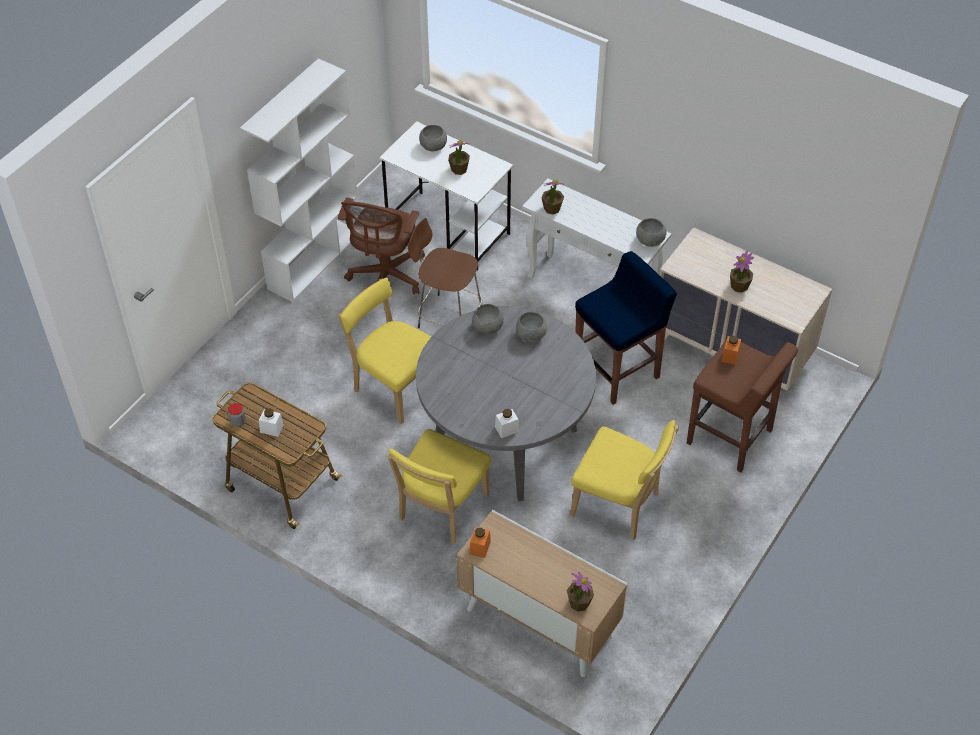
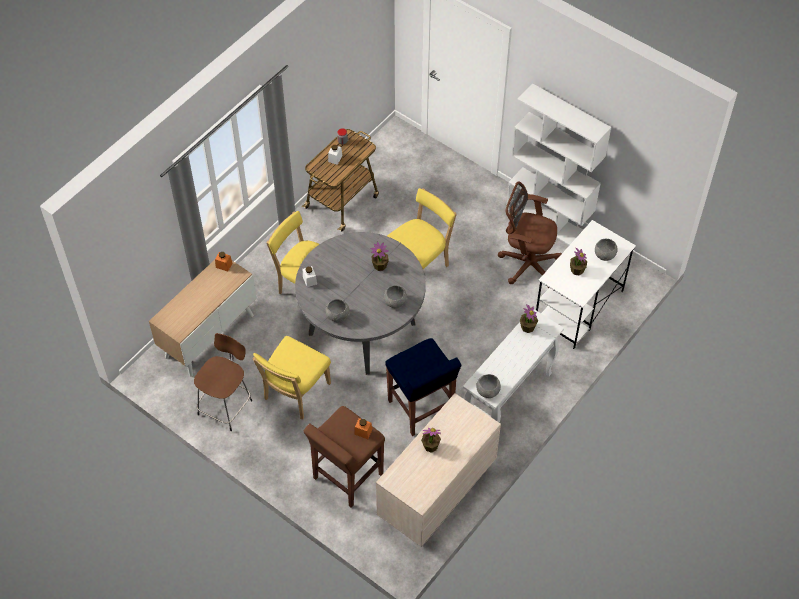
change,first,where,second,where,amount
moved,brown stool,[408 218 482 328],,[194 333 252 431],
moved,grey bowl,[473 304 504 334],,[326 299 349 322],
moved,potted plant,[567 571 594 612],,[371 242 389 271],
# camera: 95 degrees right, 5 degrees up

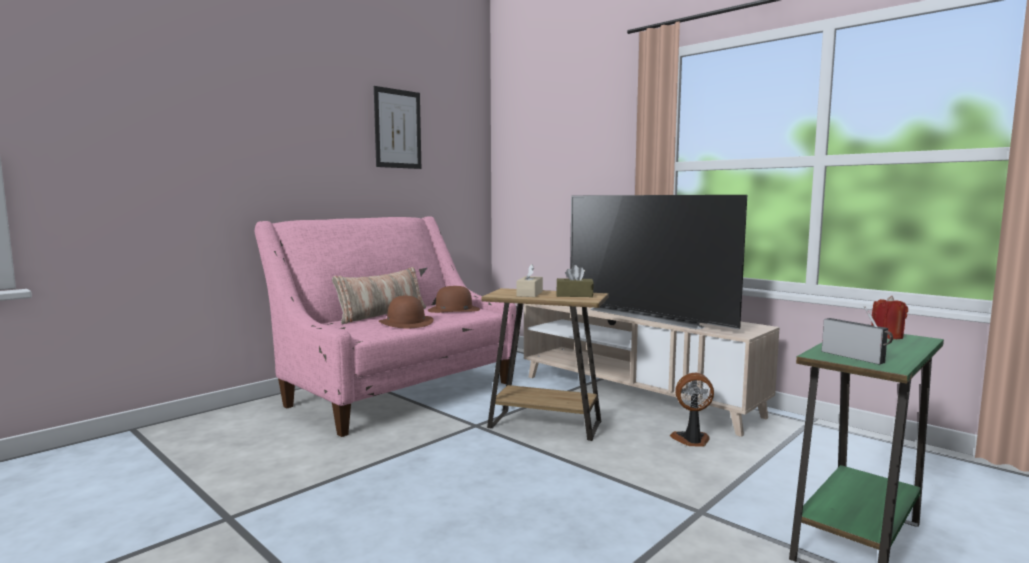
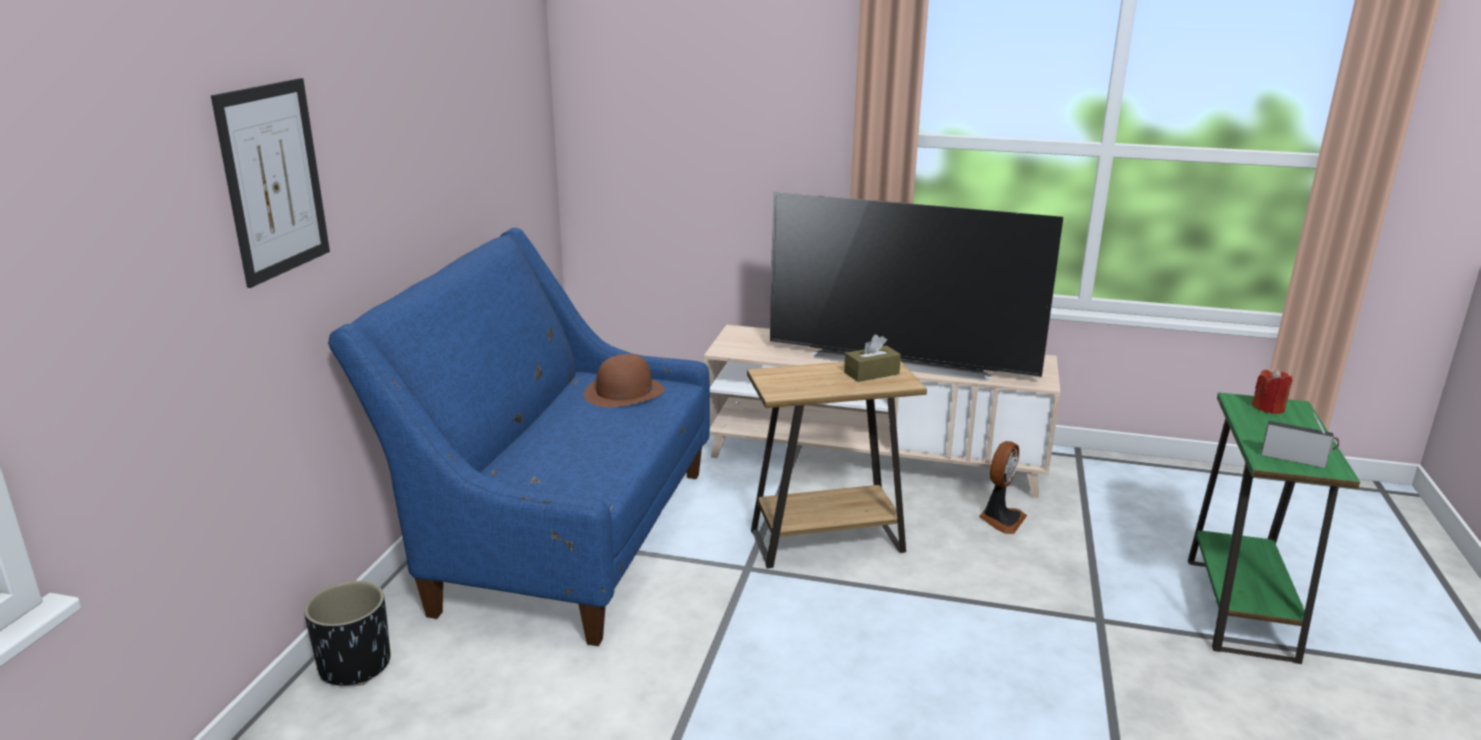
change,first,where,second,where,amount
moved,picture,[374 86 421 169],,[211 78 330 288],
added,,,black planter,[304 581 390 686],
recoloured,pink sofa,[255 216 516 437],blue sofa,[328 228 710 646],
turned,fan,[670 373 714 447],,[979 441 1027 534],150 degrees clockwise
removed,pillow,[332 267 426 324],,,
removed,brown hat,[379 296 434 328],,,
removed,beige tissue box,[516 264 543 297],,,
# camera: 30 degrees left, 15 degrees up

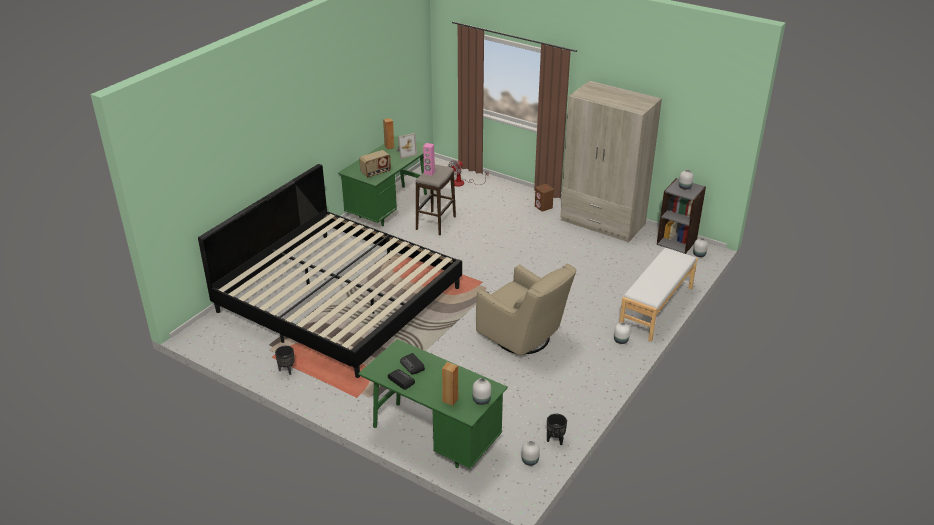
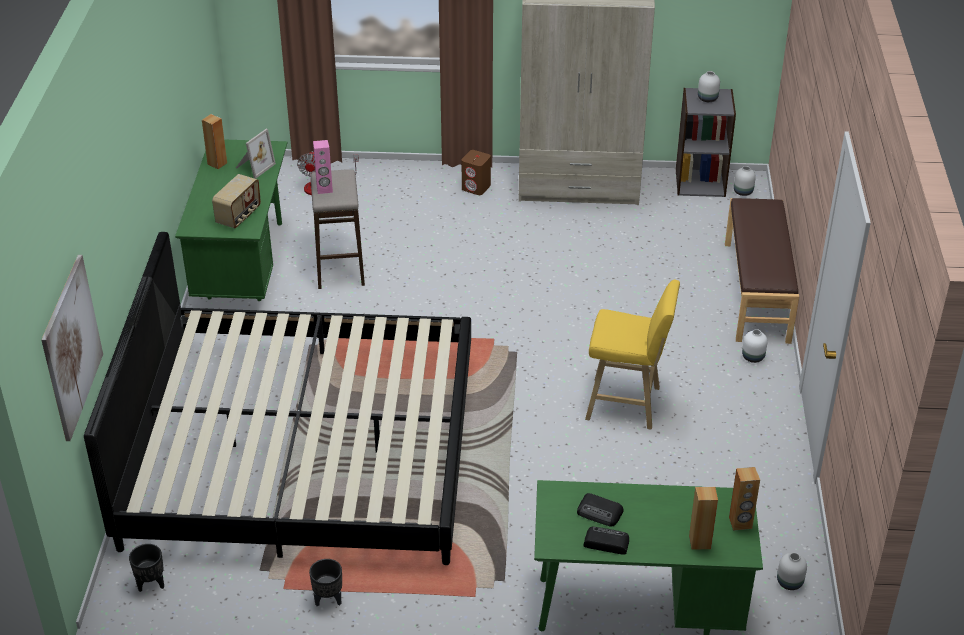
change,first,where,second,where,amount
added,,,picture,[41 255 103 441],
moved,black planter,[547 414 567 445],,[129 544 164 592],
replaced,beige armchair,[476 263 576 355],yellow stool,[585 280 680 430],
recoloured,white bench,[619 248 698 342],brown bench,[725 198 799 344],
replaced,white vase,[472 378 491 405],brown speaker,[729 467 760 531],
# camera: 30 degrees left, 5 degrees up

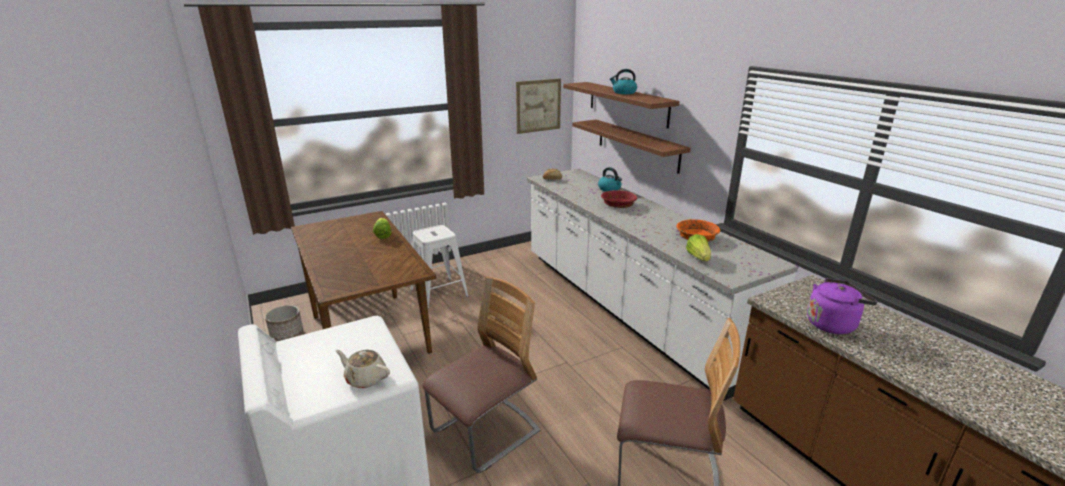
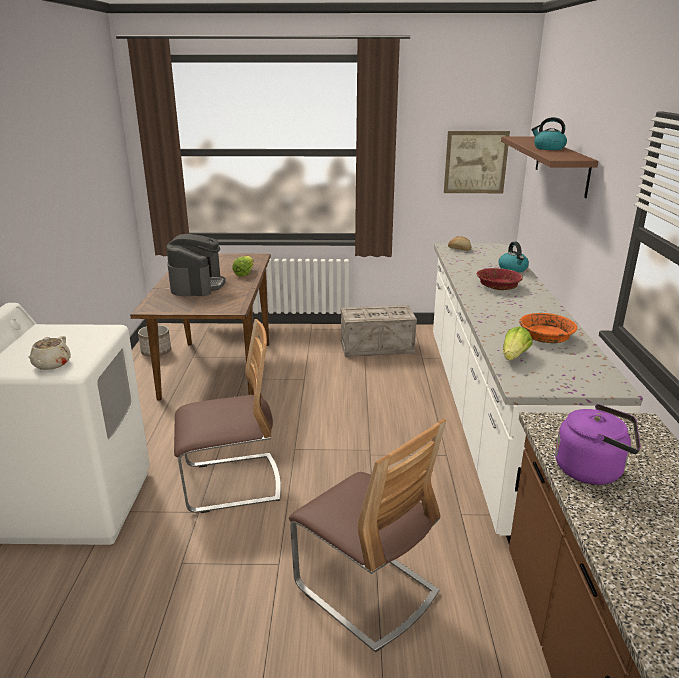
change,first,where,second,where,amount
turned,beige teapot,[336 350 390 388],,[28 336 71 370],135 degrees counterclockwise
added,,,coffee machine,[167 234 225 296],
added,,,crate,[341 305 417 357],
removed,white stool,[411 225 468 309],,,
removed,brown shelf,[572 120 691 174],,,
# camera: 30 degrees right, 0 degrees up

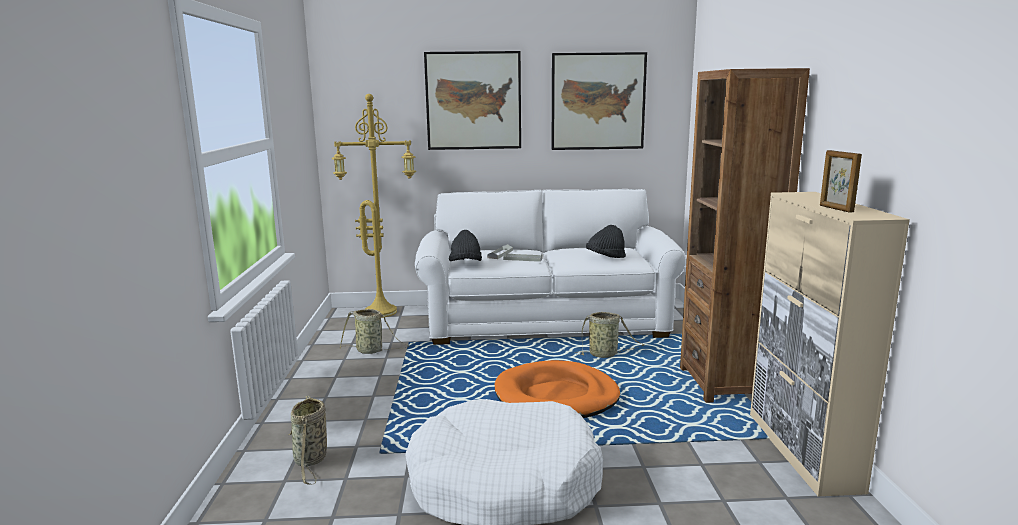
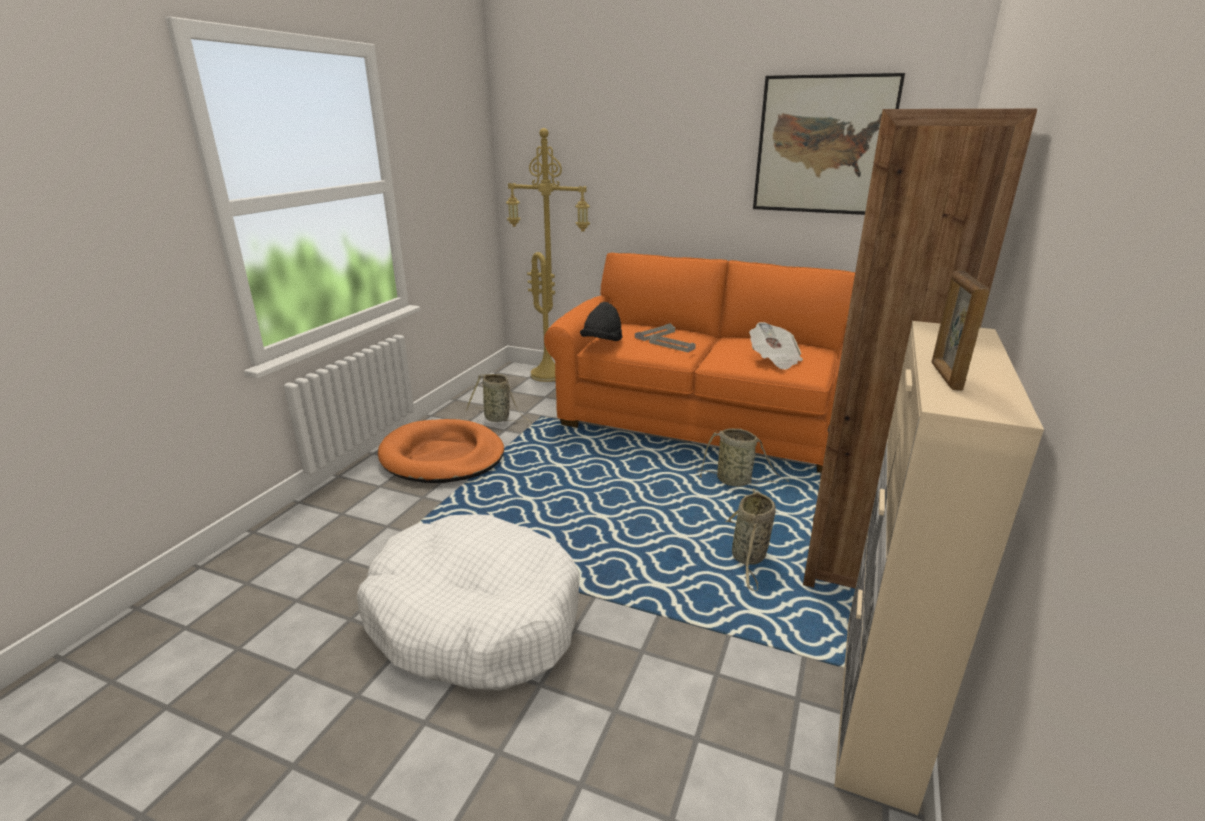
change,first,where,second,where,amount
moved,orange dog bed,[495 360 620 418],,[378 419 504 483],
recoloured,white sofa,[415 189 687 345],orange sofa,[544 253 855 473],
moved,basket,[289 396 327 485],,[725 489 776 591],
replaced,black hat,[586 225 626 258],newspaper,[749 322 803 370],
removed,picture,[424 51 521 150],,,
# camera: 25 degrees right, 10 degrees up

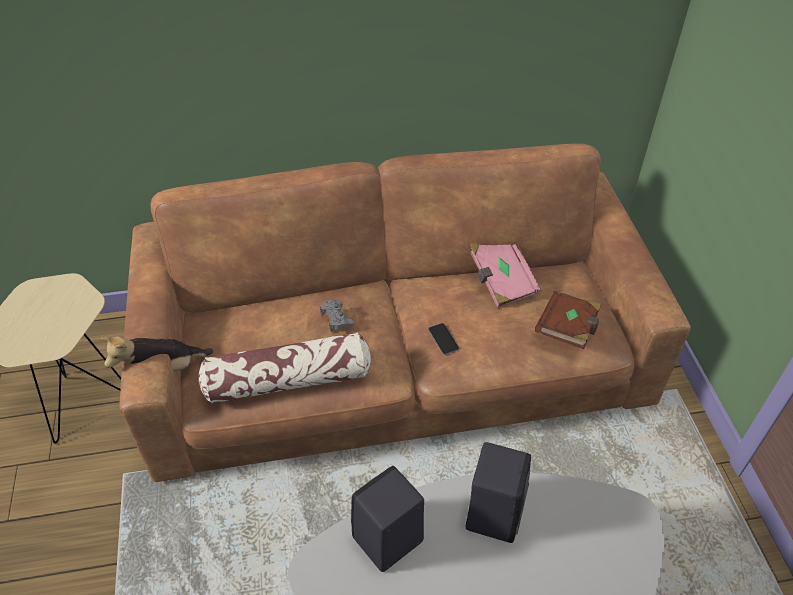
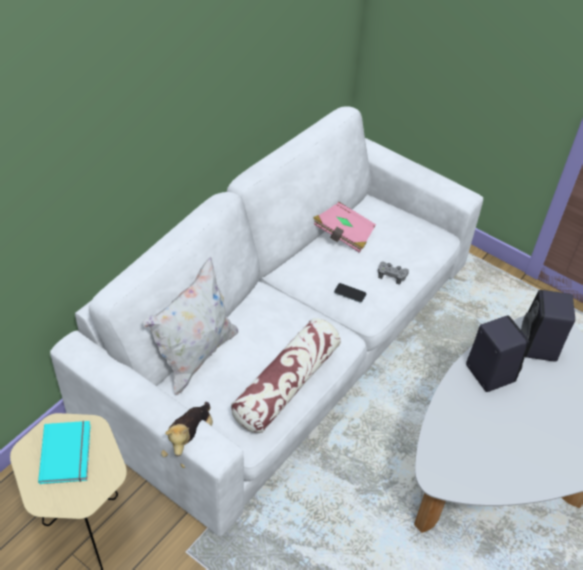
change,first,where,second,where,amount
added,,,turquoise book,[38 421 91 484],
recoloured,brown sofa,[120 144 691 482],white sofa,[50 106 483 536],
added,,,white pillow,[143 256 238 395],
moved,grey game controller,[320 299 354 331],,[378 262 409 285],
moved,black speaker,[351 466 424 572],,[521 290 575 362],
removed,brown book,[535 291 601 349],,,
# camera: 45 degrees left, 0 degrees up

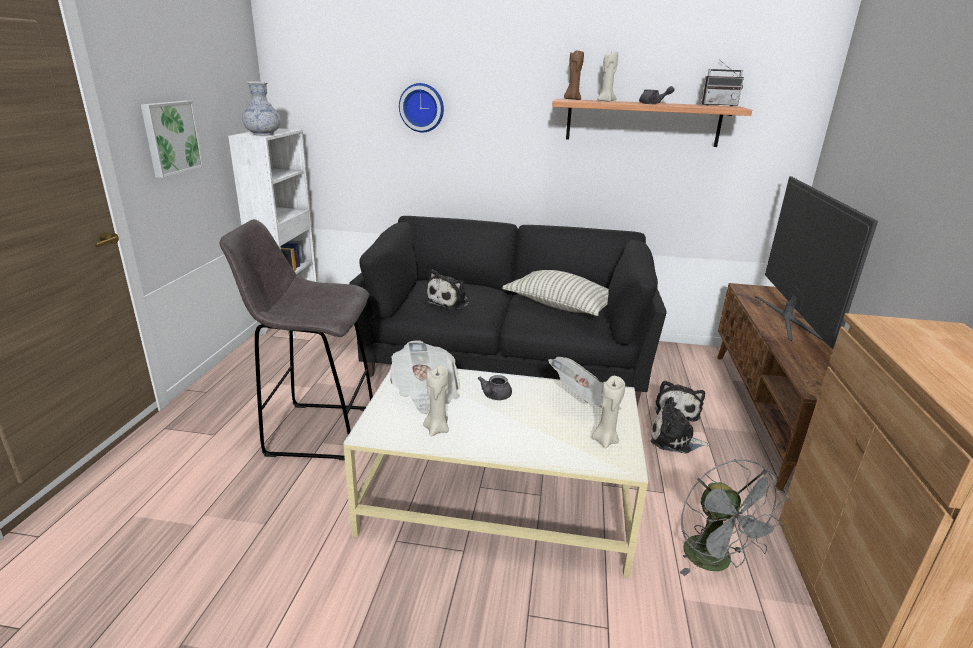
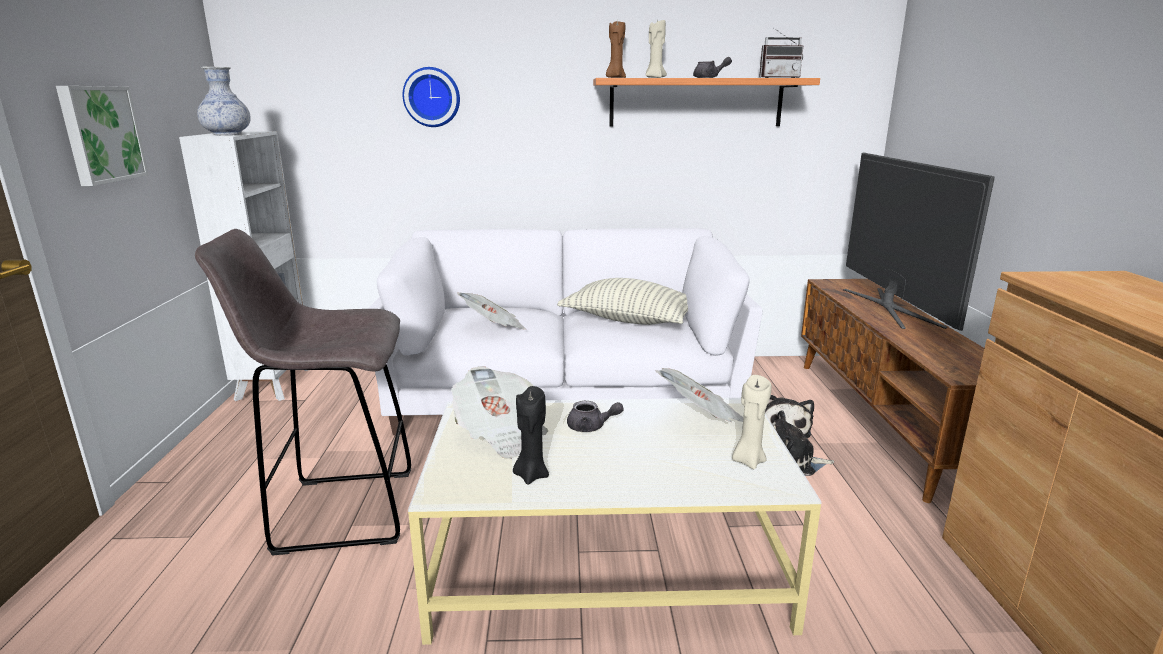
change,first,where,second,where,amount
recoloured,black sofa,[349 216 667 406],white sofa,[368 228 763 435],
replaced,plush toy,[425 270 470 310],newspaper,[457 292 526 330],
recoloured,beige candle,[423 365 449 436],black candle,[513 386 549 485],
turned,grey teapot,[478 375 512 400],,[567 401 624 432],90 degrees counterclockwise
removed,grey fan,[679 459 789 576],,,
# camera: 10 degrees left, 5 degrees down

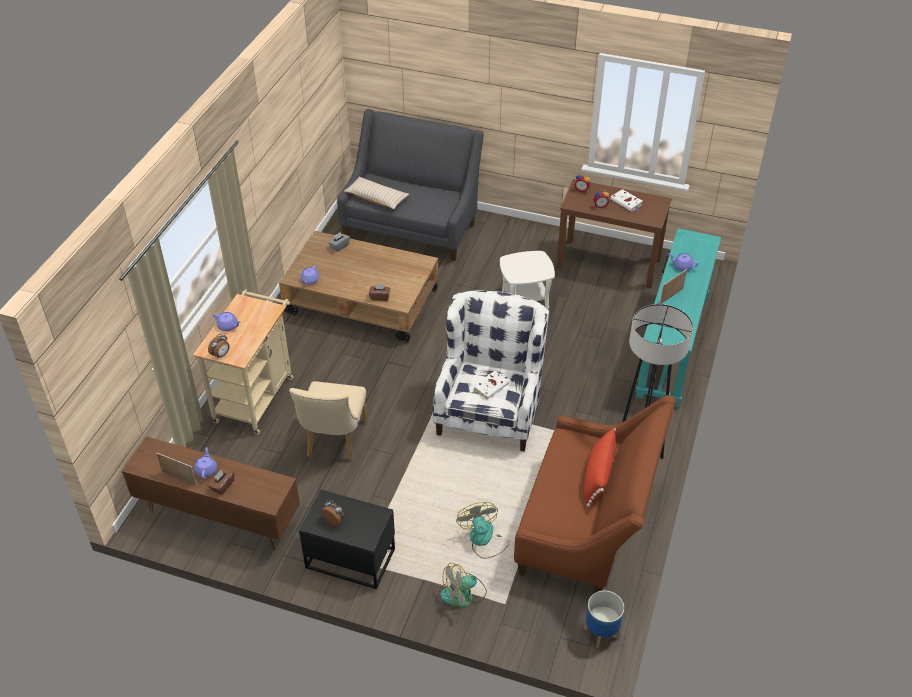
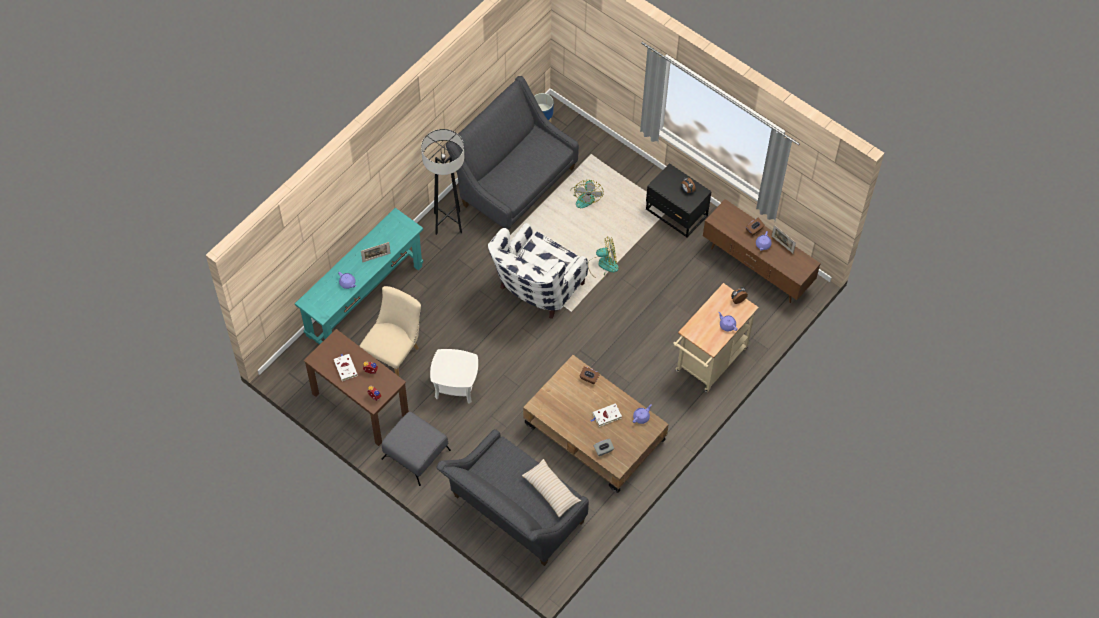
change,first,where,second,where,amount
moved,beige chair,[289 381 367 461],,[360 286 421 376],
added,,,grey ottoman,[382 412 451 486],
recoloured,brown sofa,[514 395 676 593],grey sofa,[446 76 579 230],
moved,fan,[440 563 487 608],,[588 236 619 280],
moved,white book,[473 371 509 399],,[591 404 622 427],
removed,red pillow,[584 428 616 507],,,
# camera: 160 degrees left, 15 degrees up

